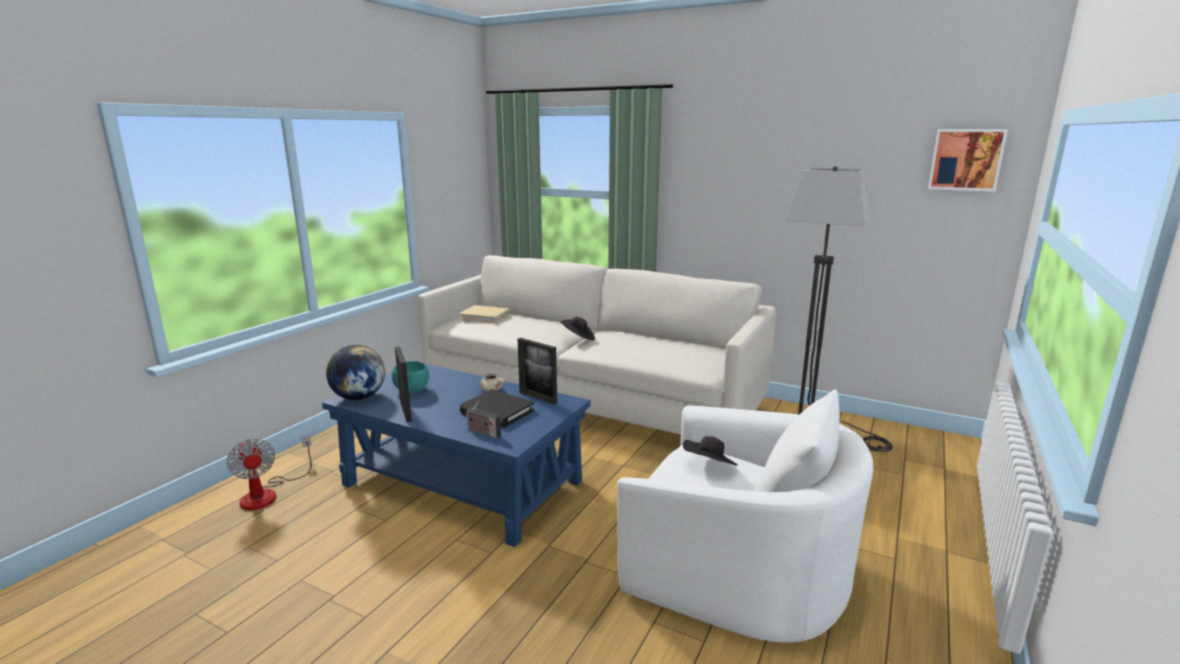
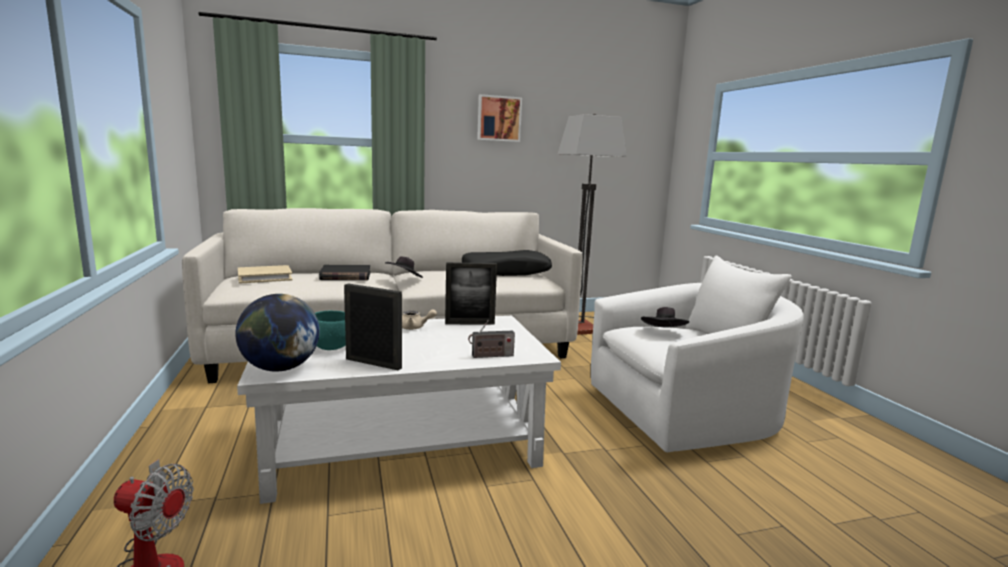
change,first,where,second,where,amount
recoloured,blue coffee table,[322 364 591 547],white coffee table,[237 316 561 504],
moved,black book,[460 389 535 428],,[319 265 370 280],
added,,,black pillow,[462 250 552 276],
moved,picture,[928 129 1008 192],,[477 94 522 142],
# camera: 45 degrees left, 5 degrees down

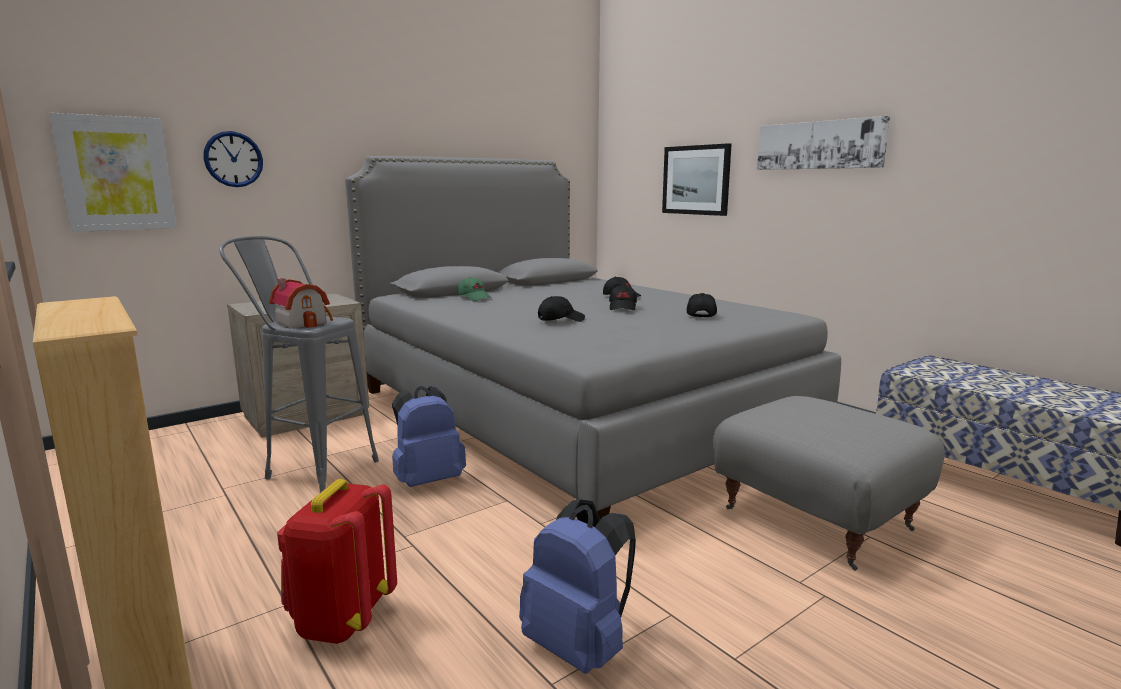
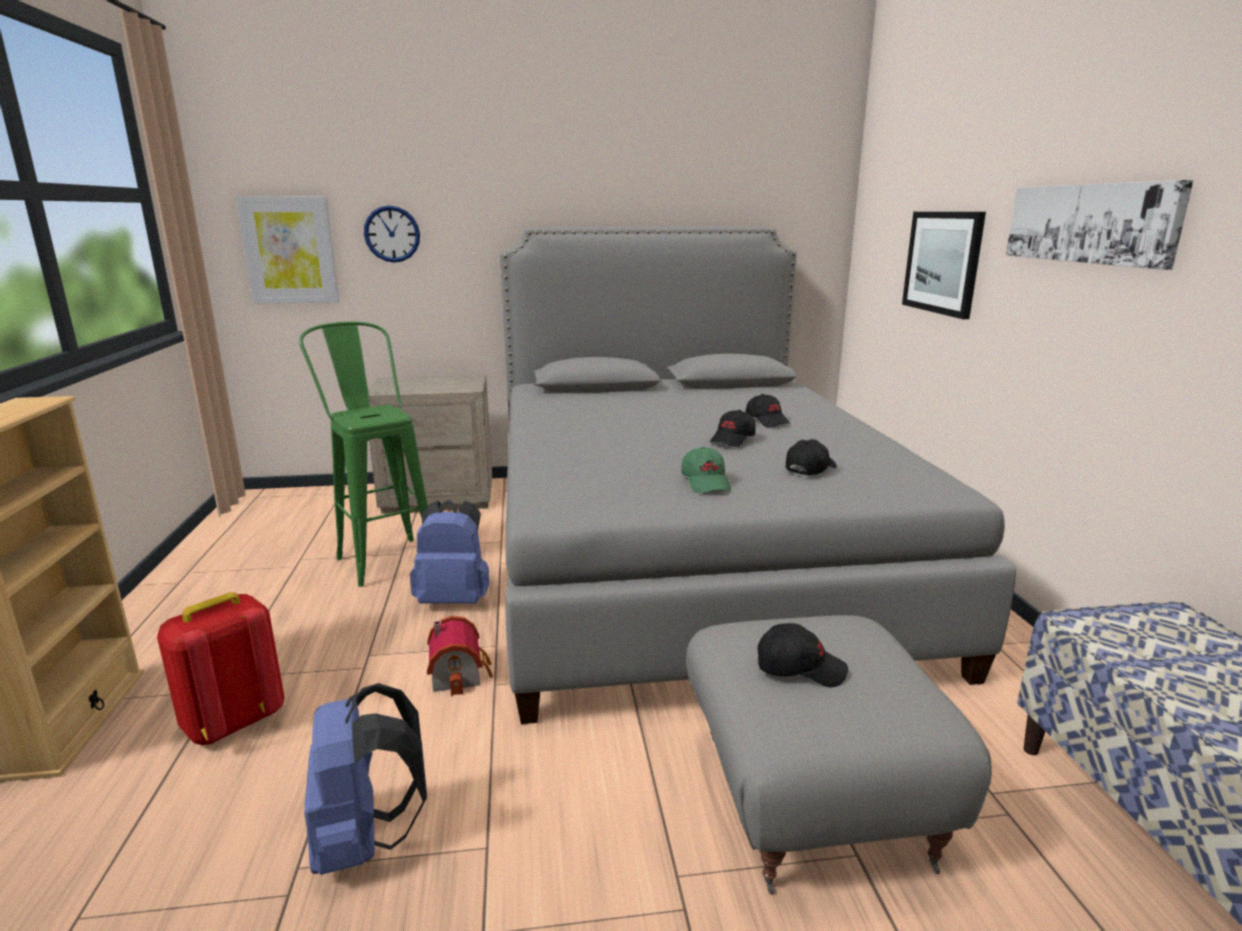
change,first,where,second,where,amount
recoloured,grey stool,[219 236 379 493],green stool,[299 322 428 587],
moved,toy house,[269 278 333 329],,[427 616 493 696],
moved,green cap,[458 277 491 301],,[681 447 731 493],
moved,black cap,[538 296 585 322],,[757 623 848 687],
# camera: 30 degrees right, 5 degrees up

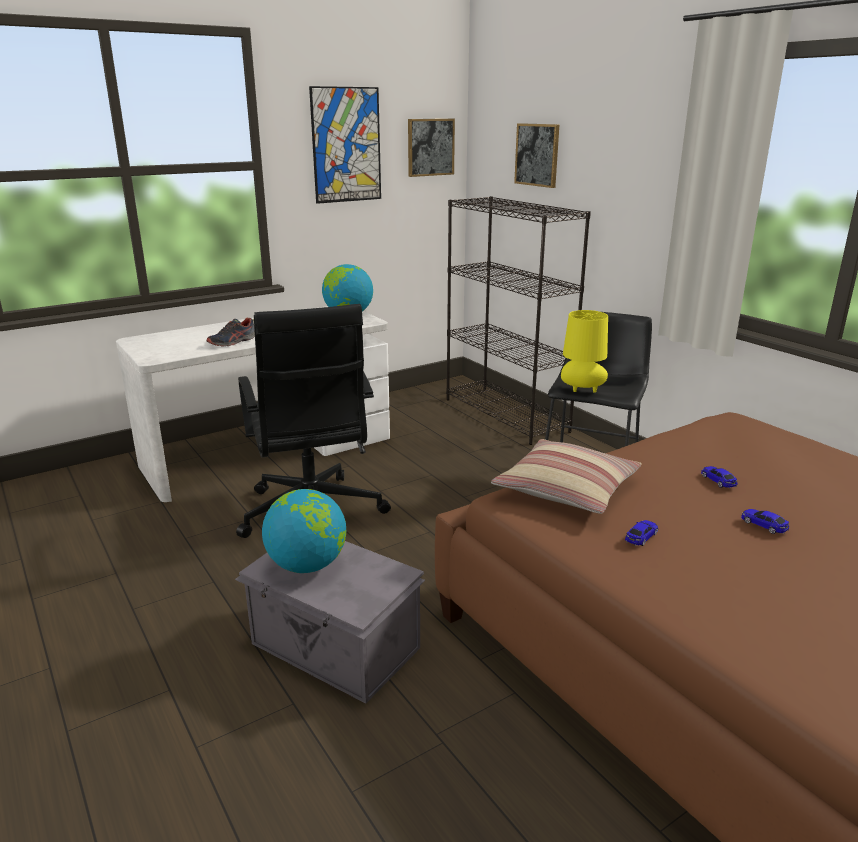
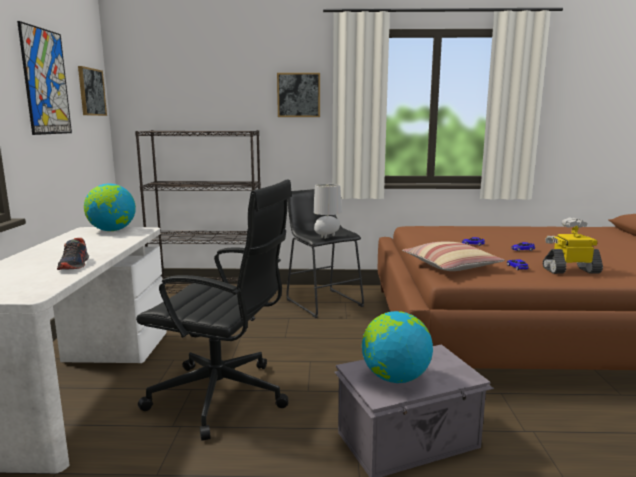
change,first,where,second,where,amount
moved,picture,[514 123 559 188],,[277 73 320 117],
recoloured,yellow table lamp,[561 310 608 393],grey table lamp,[313 184 342 239],
added,,,toy robot,[542 217 603 274],
# camera: 55 degrees left, 10 degrees down

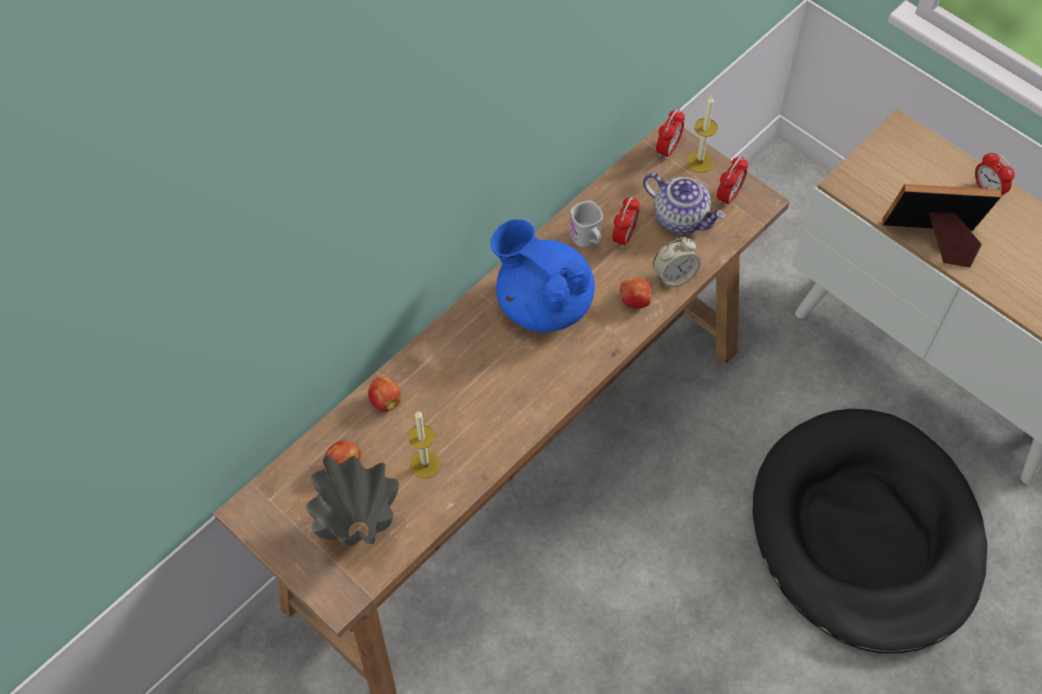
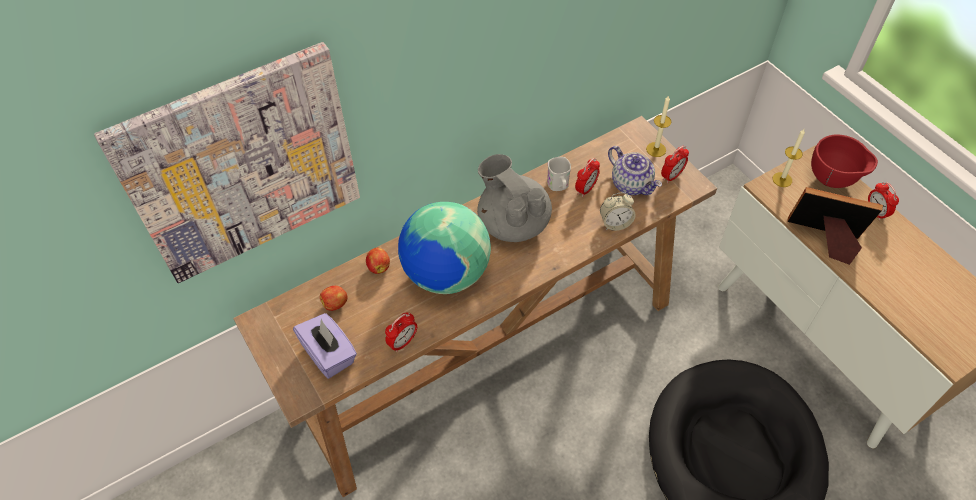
change,first,where,second,where,amount
added,,,picture,[94 42 360 283],
replaced,grey vase,[306 455 399 546],purple tissue box,[293 313 357 379],
moved,alarm clock,[656 109 685 160],,[385 313 417 352],
added,,,globe,[398 202 491 294],
recoloured,blue teapot,[491 219 595 332],grey teapot,[477 154 552 242],
moved,candle,[408 412 440 478],,[773 129 805 187],
added,,,red bowl,[811 134 878 188],
removed,apple,[620 278 651 309],,,
# camera: 15 degrees right, 5 degrees down

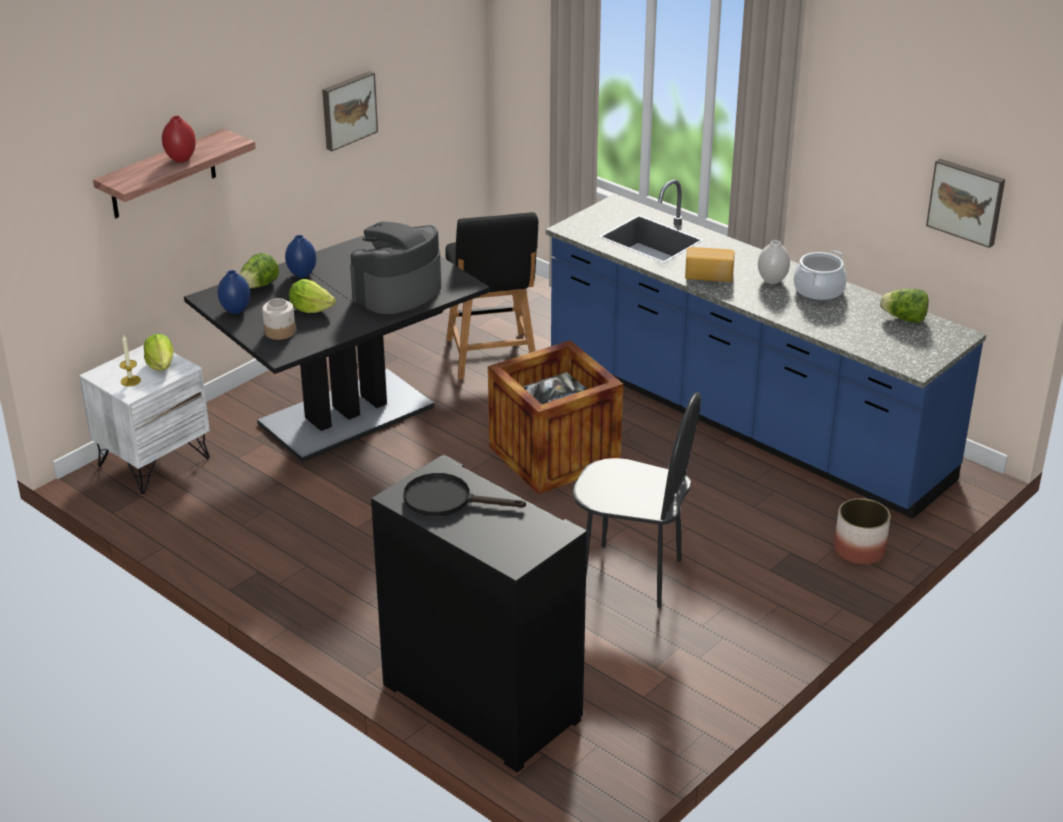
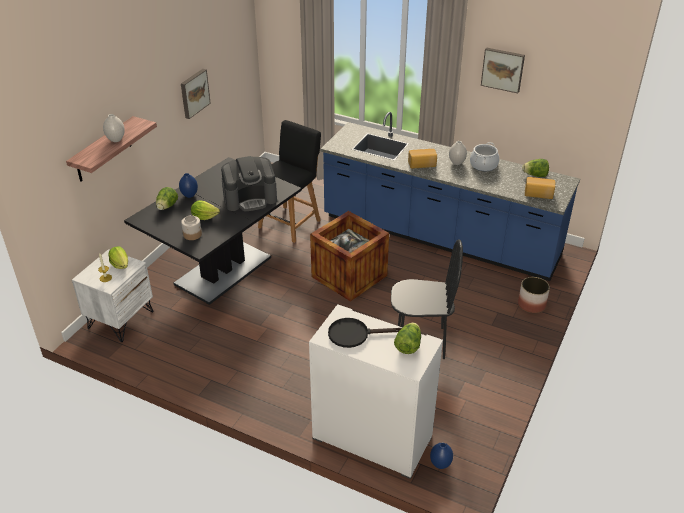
change,first,where,second,where,amount
recoloured,red vase,[162 116 196 162],white vase,[103 114 125 142],
turned,coffee machine,[350 221 441 314],,[221 156 277 211],135 degrees counterclockwise
turned,black chair,[445 212 538 380],,[258 120 321 243],120 degrees counterclockwise
recoloured,black cabinet,[371 455 587 772],white cabinet,[309 305 443 479],
added,,,lettuce,[394 322 421 354],
moved,blue vase,[217 270 250 314],,[430 442 453 469],
moved,picture,[926 159 1005 248],,[481 48 525 93],
added,,,bread,[525 177 555 199],
# camera: 15 degrees left, 5 degrees up

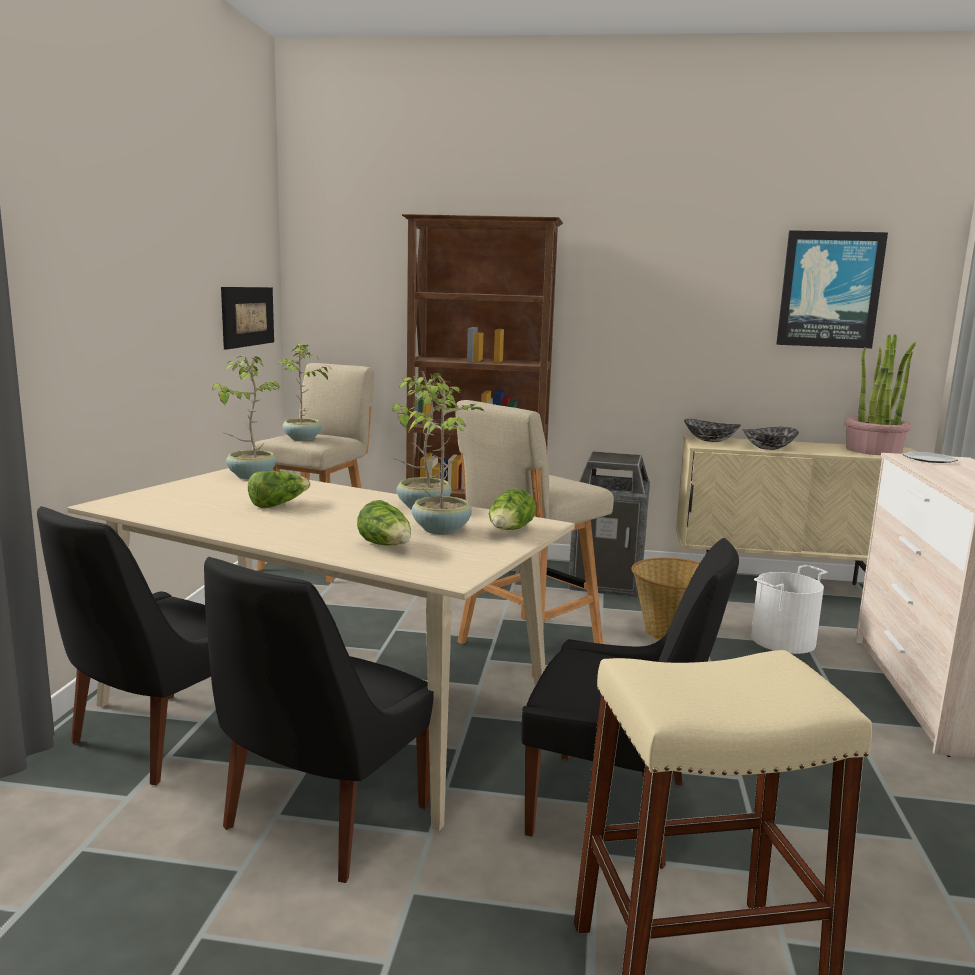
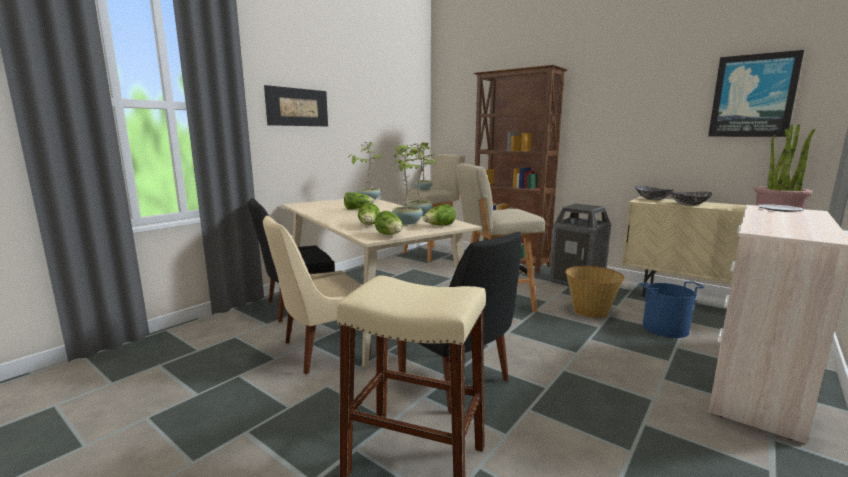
change,first,where,second,where,amount
recoloured,black chair,[204 557 434 883],beige chair,[263 215 371 374],
moved,picture,[221 287 274 350],,[264 85 328 126],
added,,,lettuce,[375 211 403 235],
recoloured,white bucket,[751 565 827 654],blue bucket,[640 281 704 338],
# camera: 30 degrees right, 0 degrees up

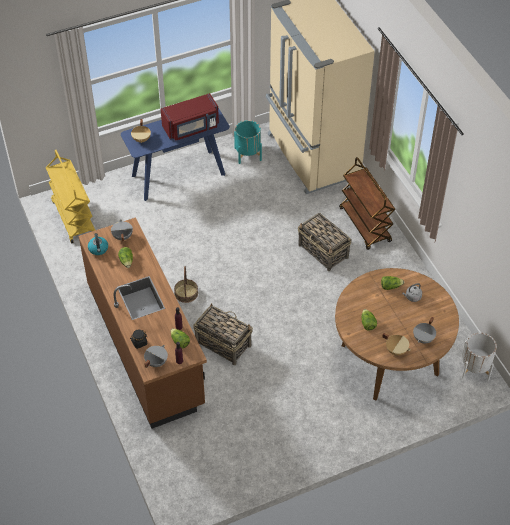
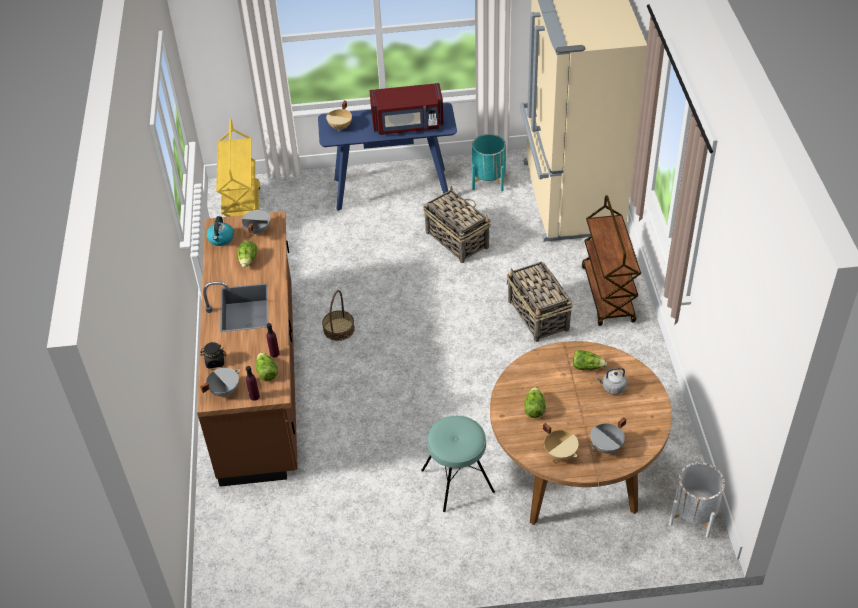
change,first,where,second,where,amount
added,,,turquoise stool,[421 416 495 512],
moved,basket,[193 303 253 365],,[423 186 491 263],
# camera: 20 degrees right, 5 degrees down

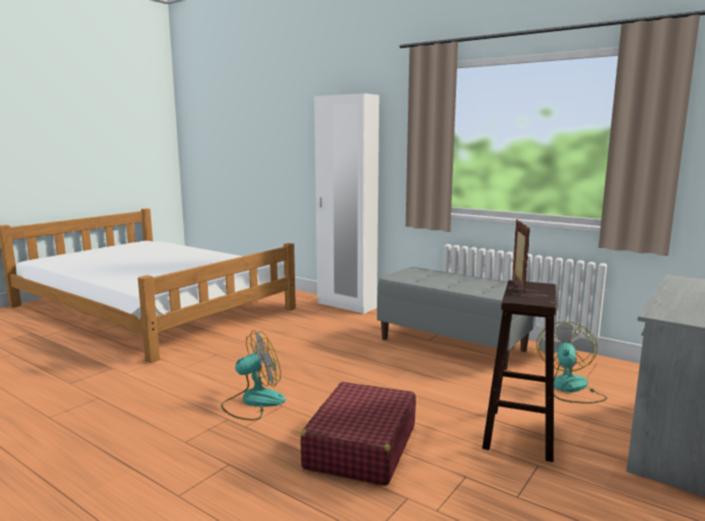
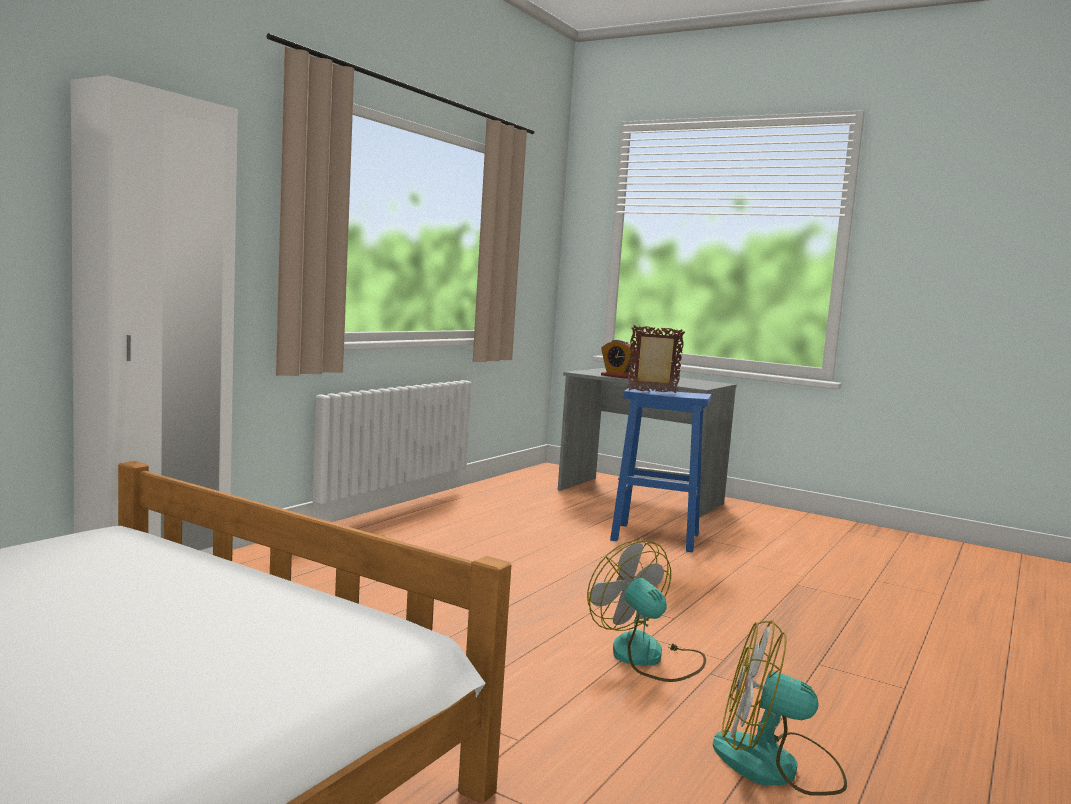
change,first,where,second,where,amount
added,,,alarm clock,[601 340 636 379],
recoloured,brown stool,[482 280 556 462],blue stool,[610 387 711 552],
moved,fan,[536 321 607 404],,[713 620 847 796],
removed,red suitcase,[300 382 416 486],,,
removed,grey bench,[377 267 534 370],,,
# camera: 95 degrees left, 5 degrees down

